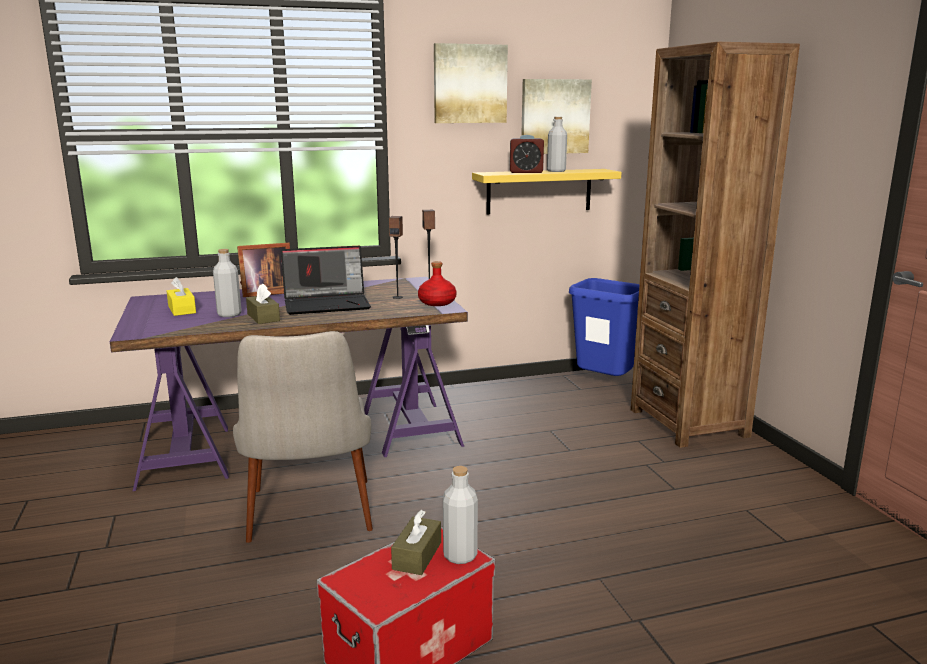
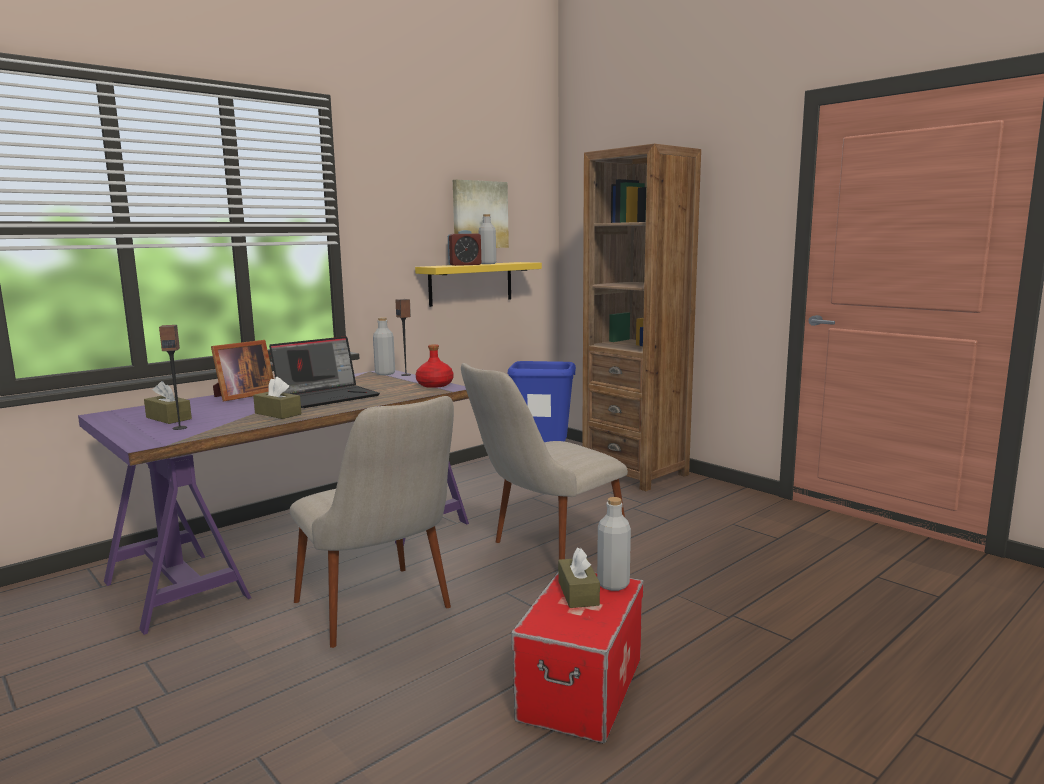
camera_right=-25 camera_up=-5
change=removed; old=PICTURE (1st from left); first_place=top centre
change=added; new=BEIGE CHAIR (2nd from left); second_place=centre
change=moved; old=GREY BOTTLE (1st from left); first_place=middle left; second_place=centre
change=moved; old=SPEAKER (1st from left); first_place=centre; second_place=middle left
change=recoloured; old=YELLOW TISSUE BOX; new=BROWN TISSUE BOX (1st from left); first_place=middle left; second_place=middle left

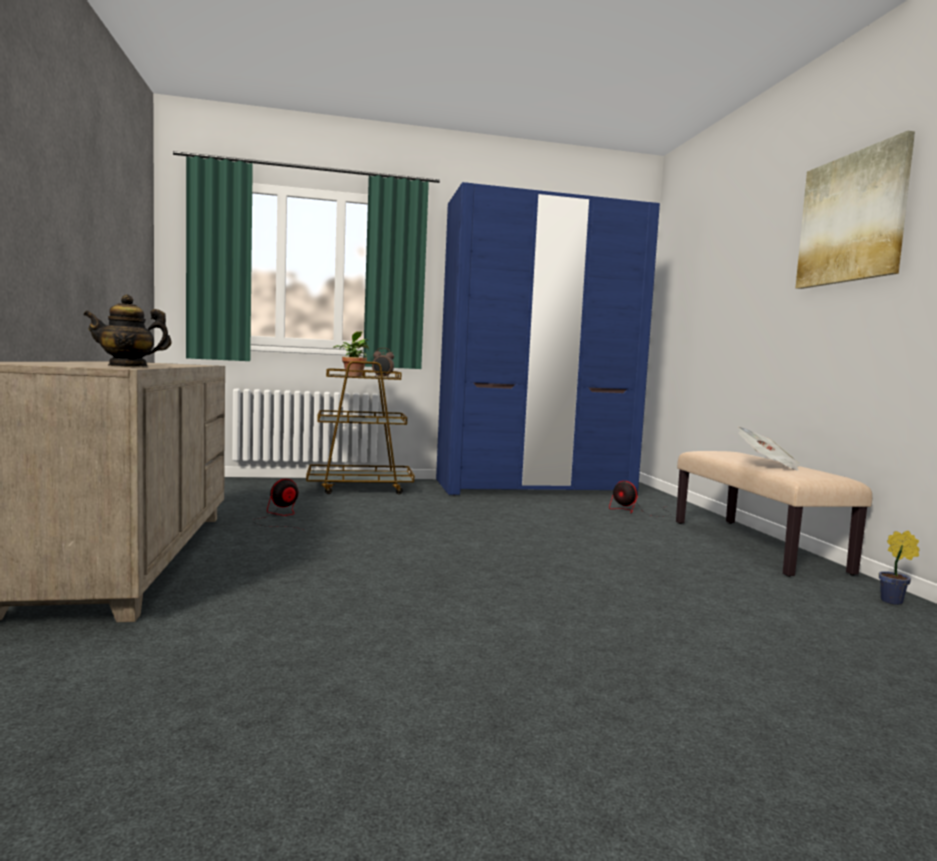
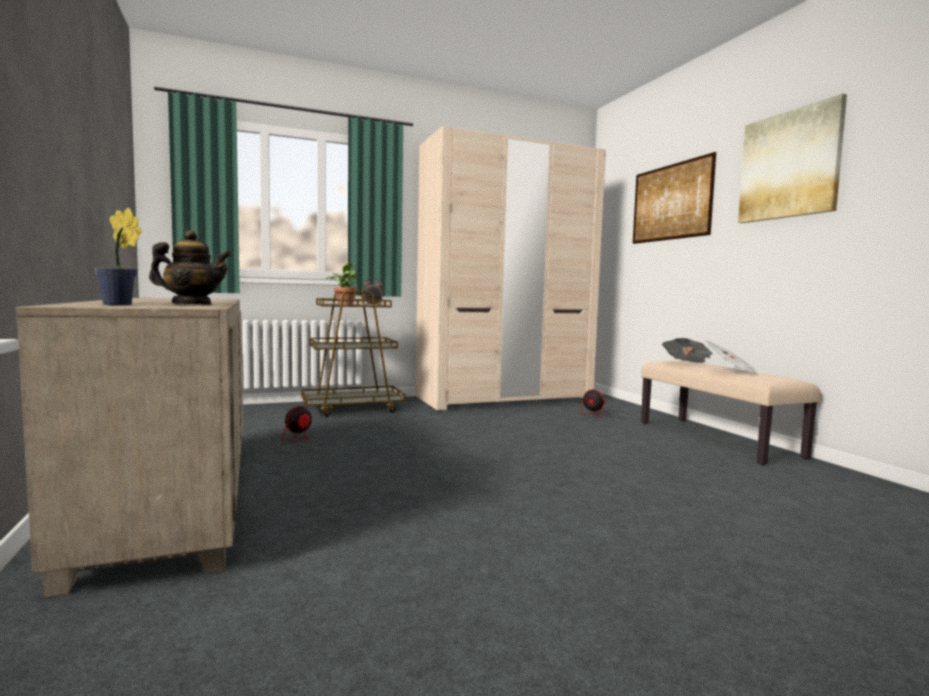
camera_right=-10 camera_up=0
change=added; new=PICTURE (1st from left); second_place=top right
change=added; new=NEWSPAPER (1st from left); second_place=middle right
change=moved; old=POTTED PLANT (2nd from left in the first image); new=POTTED PLANT (1st from left); first_place=middle right; second_place=middle left
change=recoloured; old=BLUE WARDROBE; new=BEIGE WARDROBE; first_place=centre; second_place=centre
change=turned; old=TEAPOT; first_place=middle left; second_place=middle left; degrees=-150

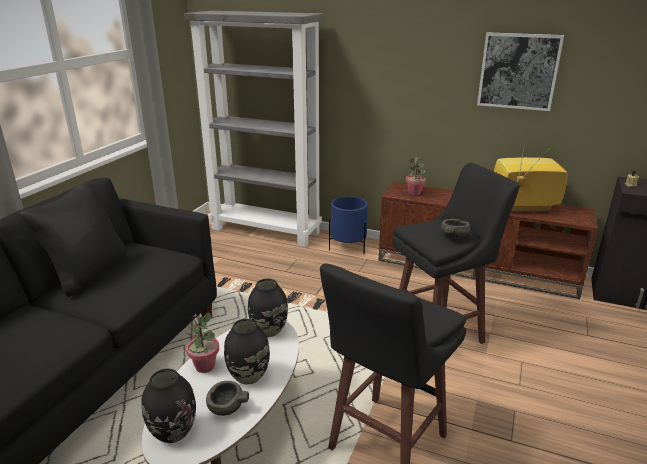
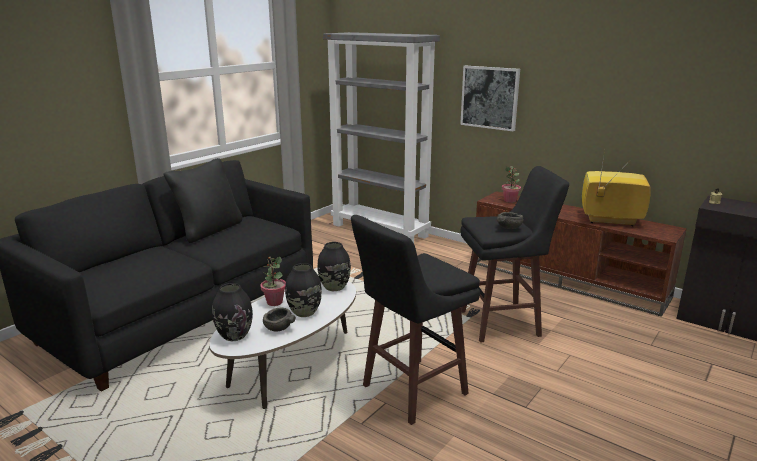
camera_right=15 camera_up=-5
change=removed; old=BLUE PLANTER; first_place=centre
change=moved; old=PICTURE; first_place=top right; second_place=top centre

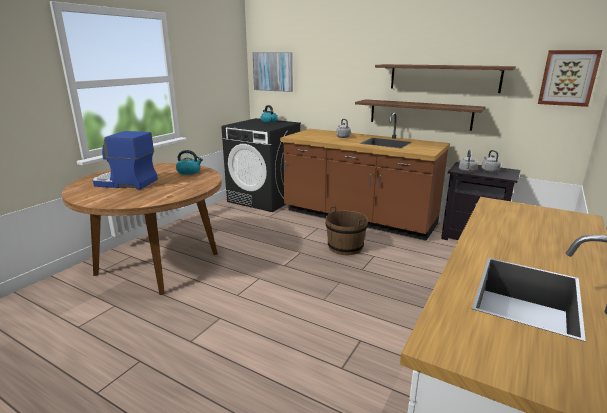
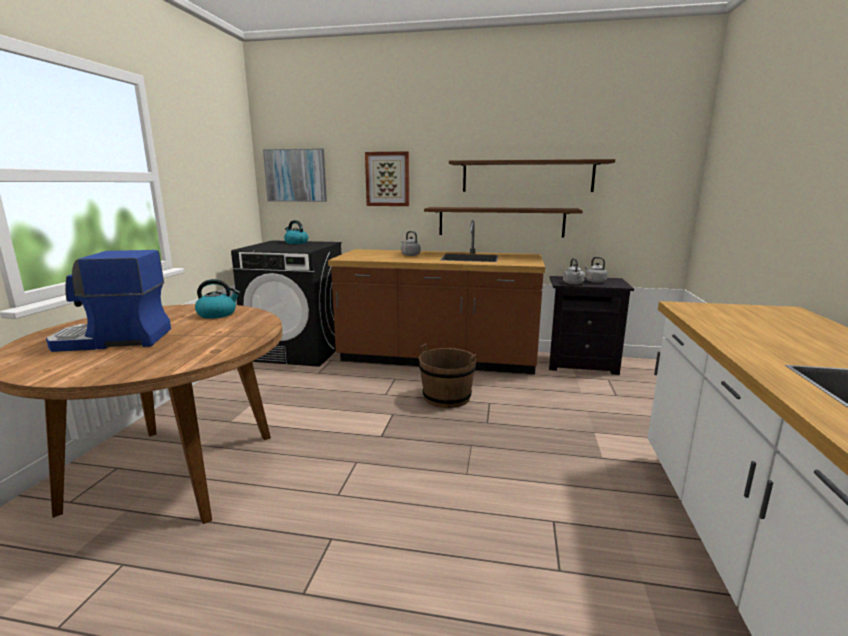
camera_right=-20 camera_up=-5
change=moved; old=PICTURE (2nd from left); first_place=top right; second_place=top centre

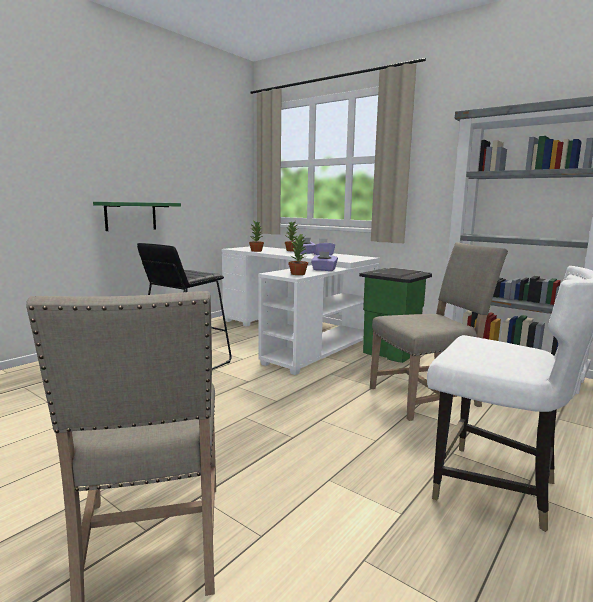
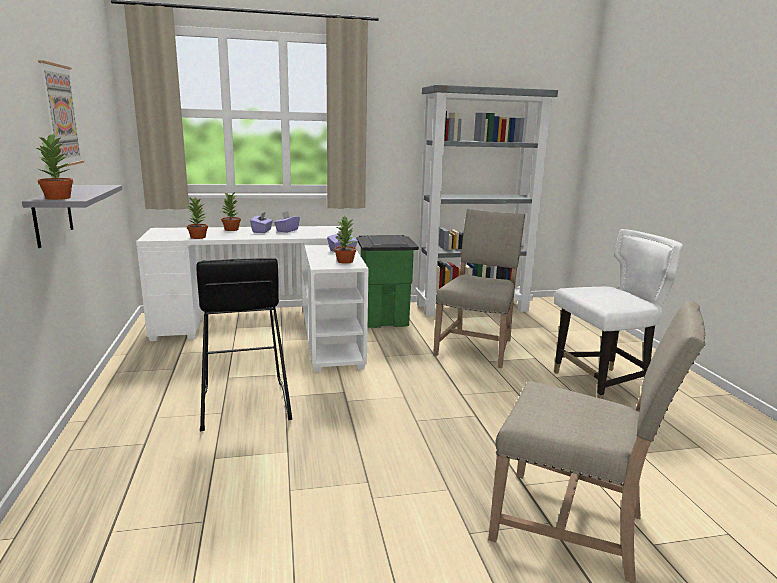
camera_right=-50 camera_up=5
change=added; new=POTTED PLANT (1st from left); second_place=top left
change=added; new=PICTURE; second_place=top left
change=recoloured; old=GREEN SHELF; new=GREY SHELF; first_place=middle left; second_place=middle left

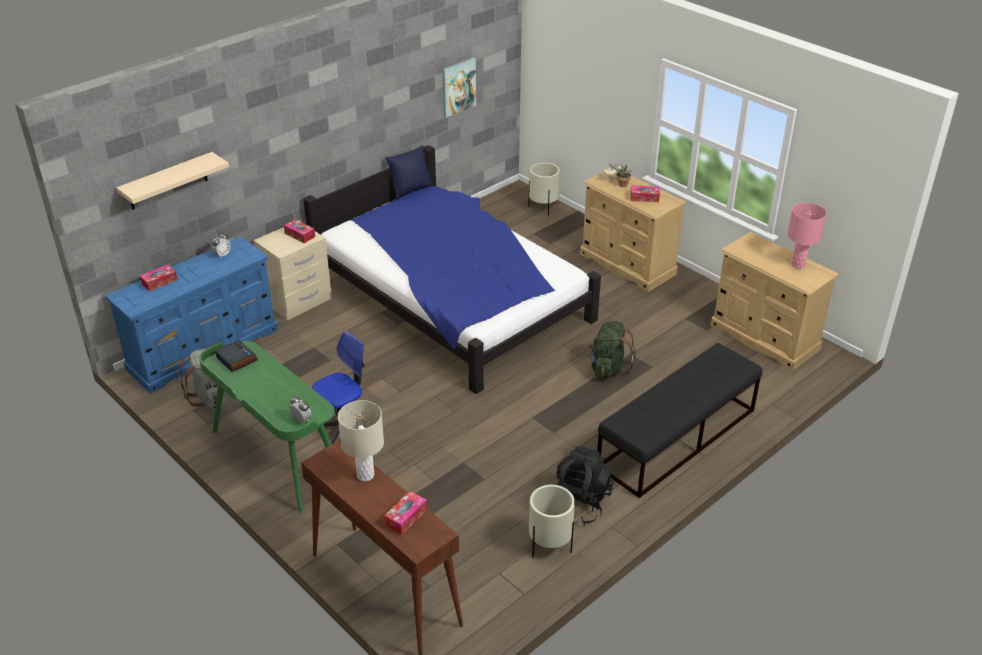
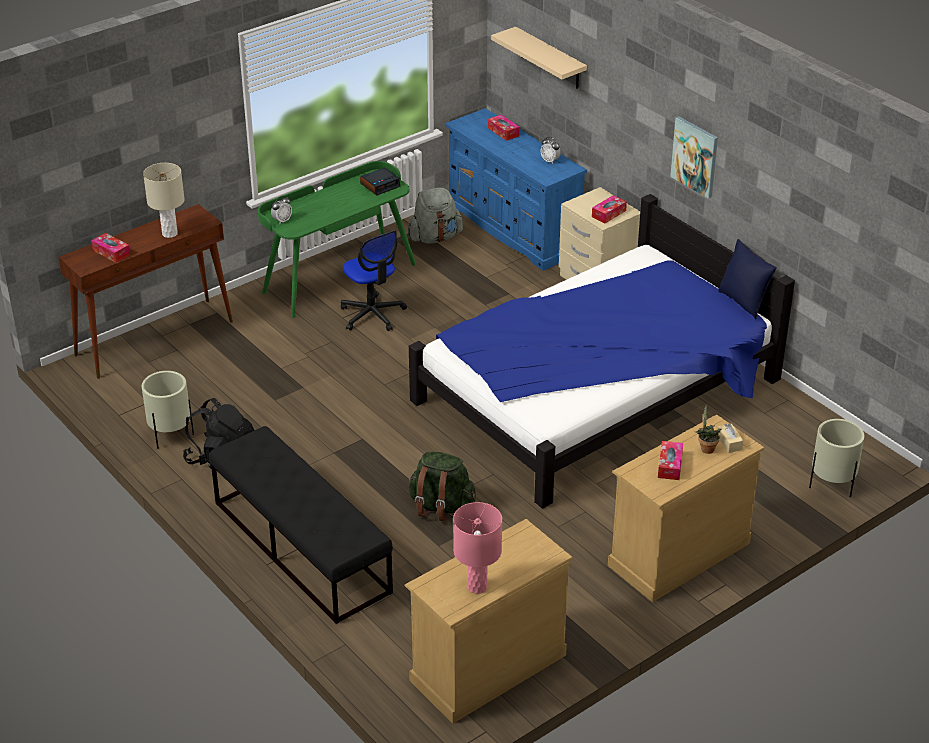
camera_right=95 camera_up=0
change=moved; old=PICTURE; first_place=top centre; second_place=top right

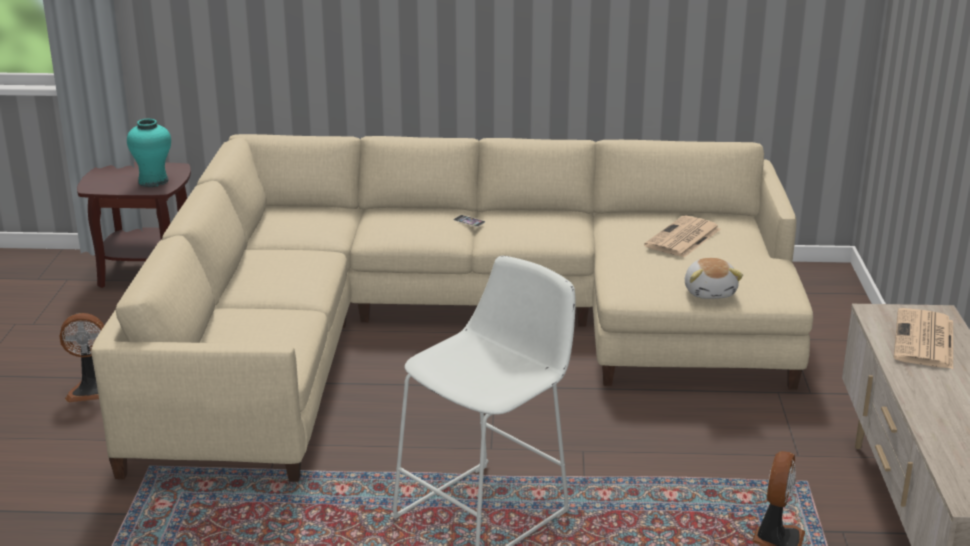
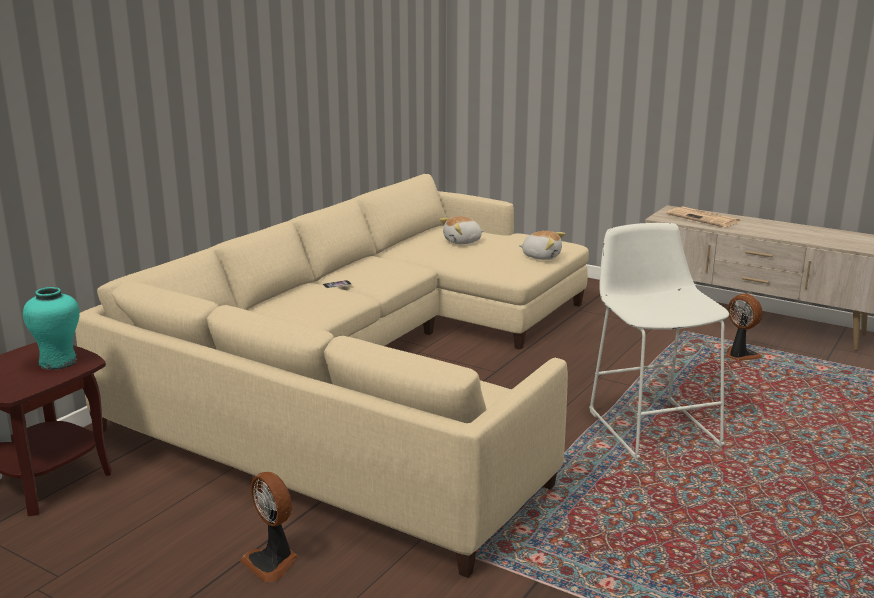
camera_right=-60 camera_up=-5
change=replaced; old=NEWSPAPER (1st from left); new=PLUSH TOY (1st from left); first_place=middle right; second_place=centre
change=turned; old=FAN (1st from left); first_place=middle left; second_place=bottom left; degrees=120

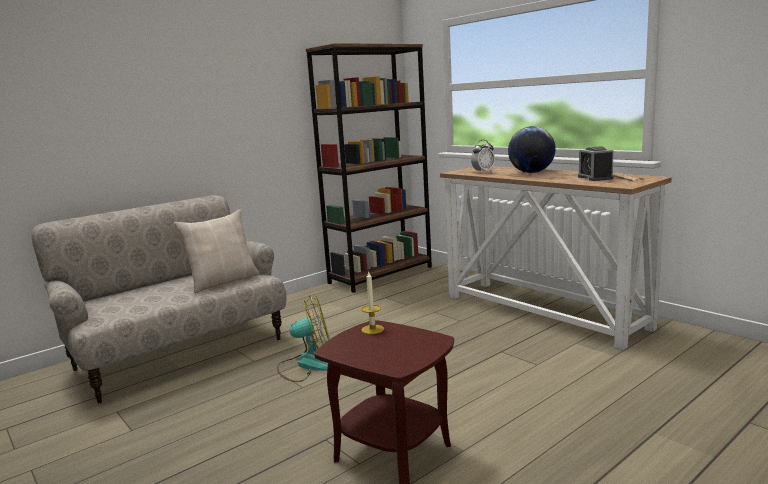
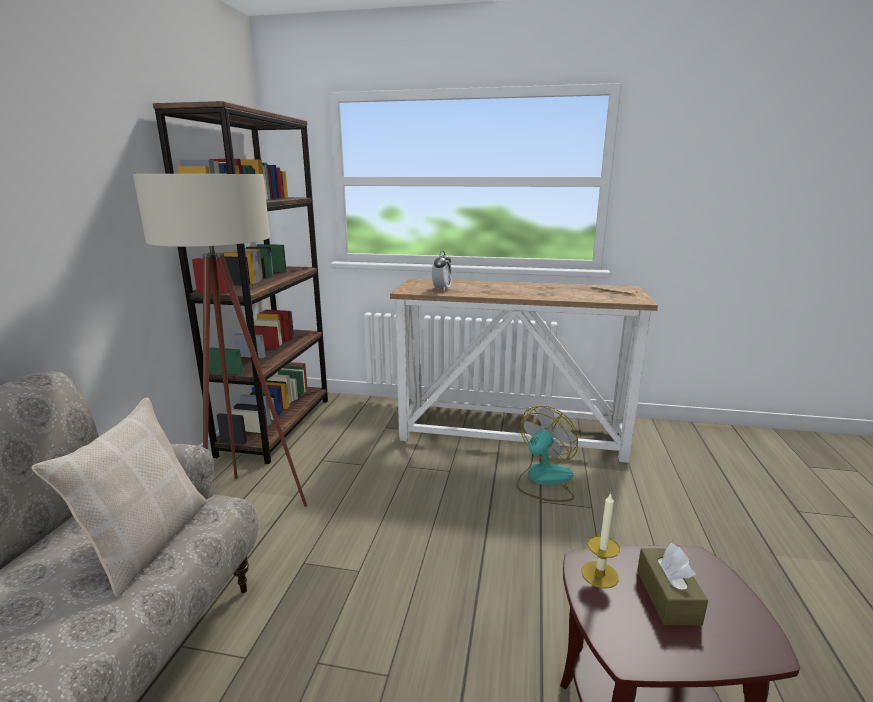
camera_right=-40 camera_up=5
change=removed; old=GLOBE; first_place=top right
change=removed; old=ALARM CLOCK (2nd from left); first_place=middle right
change=added; new=BEIGE FLOOR LAMP; second_place=middle left
change=added; new=BROWN TISSUE BOX; second_place=bottom right
change=moved; old=FAN; first_place=bottom centre; second_place=centre

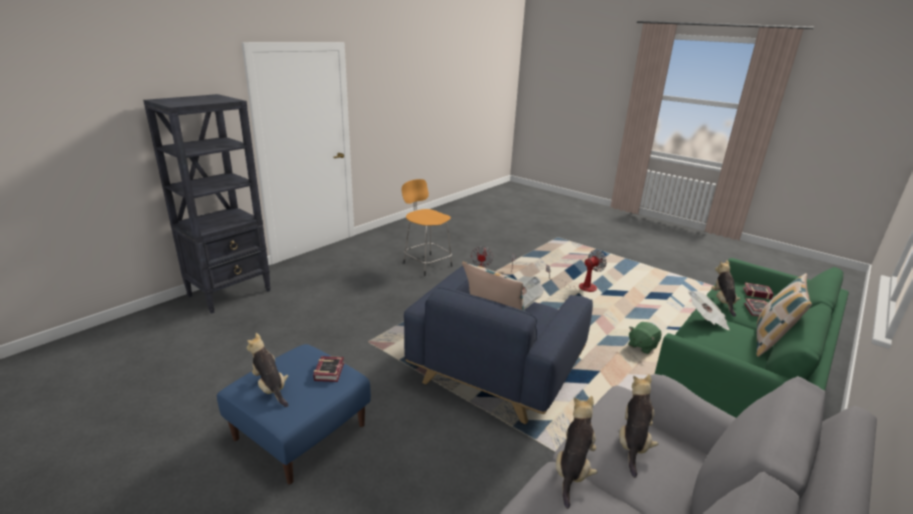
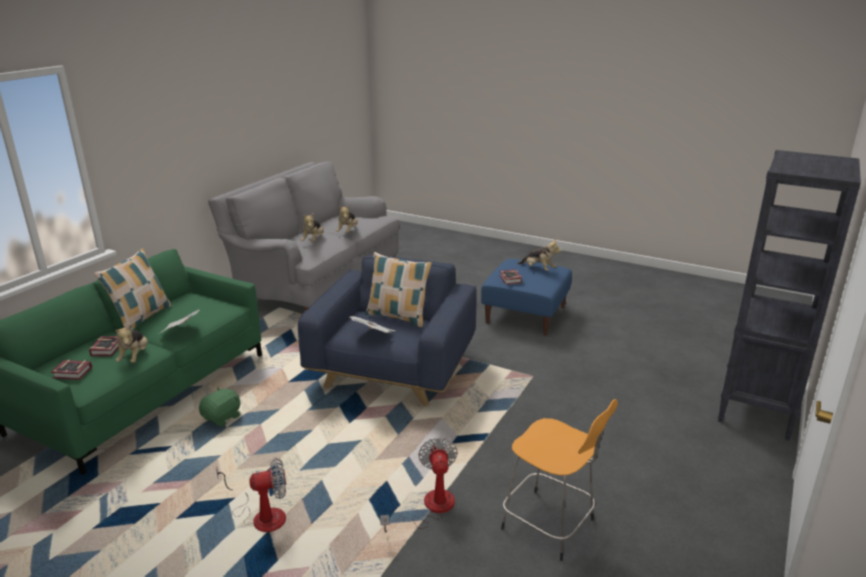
camera_right=170 camera_up=0
change=turned; old=FAN (2nd from left in the first image); first_place=centre; second_place=bottom left; degrees=-150

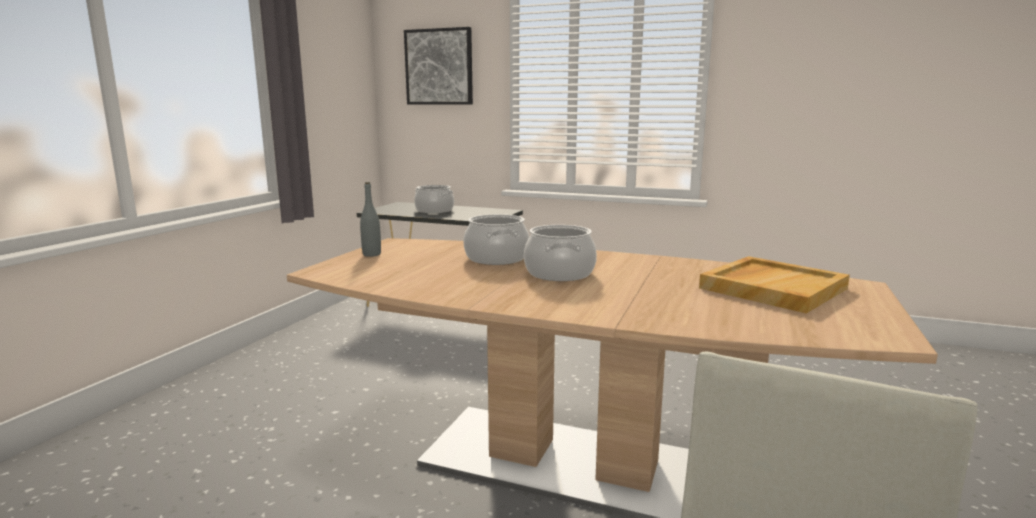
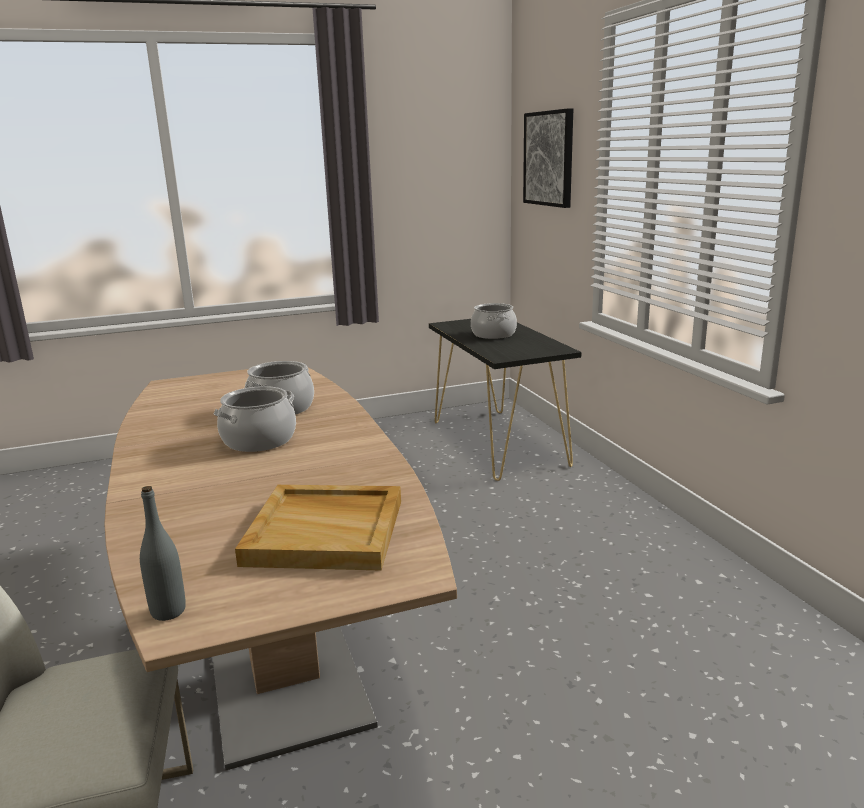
camera_right=50 camera_up=5
change=moved; old=GREY BOTTLE; first_place=centre; second_place=bottom left

